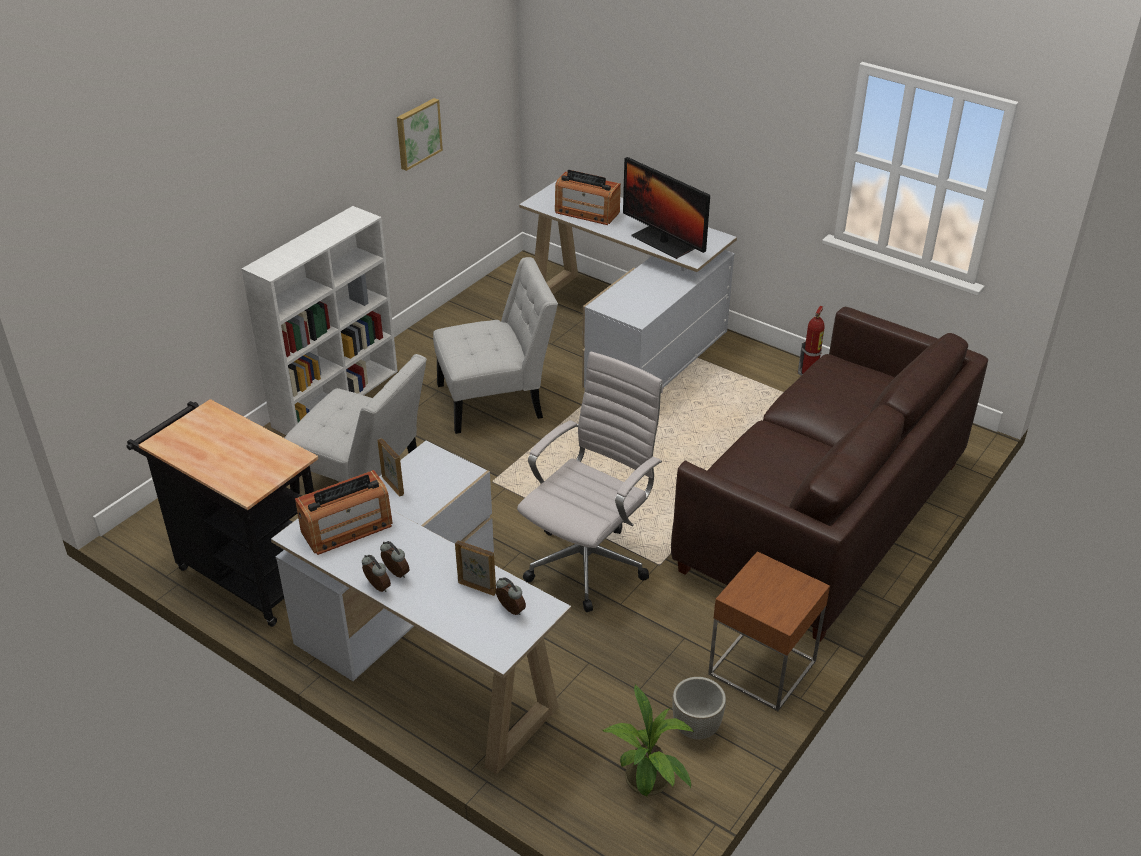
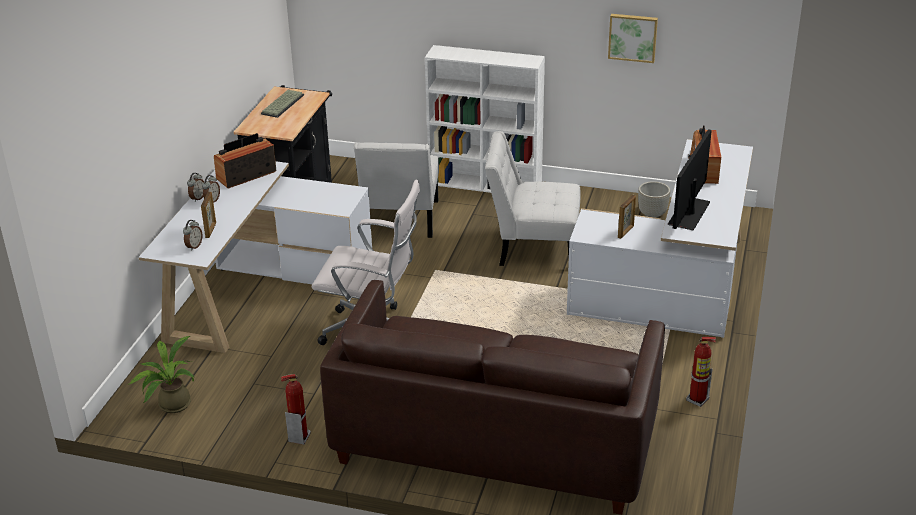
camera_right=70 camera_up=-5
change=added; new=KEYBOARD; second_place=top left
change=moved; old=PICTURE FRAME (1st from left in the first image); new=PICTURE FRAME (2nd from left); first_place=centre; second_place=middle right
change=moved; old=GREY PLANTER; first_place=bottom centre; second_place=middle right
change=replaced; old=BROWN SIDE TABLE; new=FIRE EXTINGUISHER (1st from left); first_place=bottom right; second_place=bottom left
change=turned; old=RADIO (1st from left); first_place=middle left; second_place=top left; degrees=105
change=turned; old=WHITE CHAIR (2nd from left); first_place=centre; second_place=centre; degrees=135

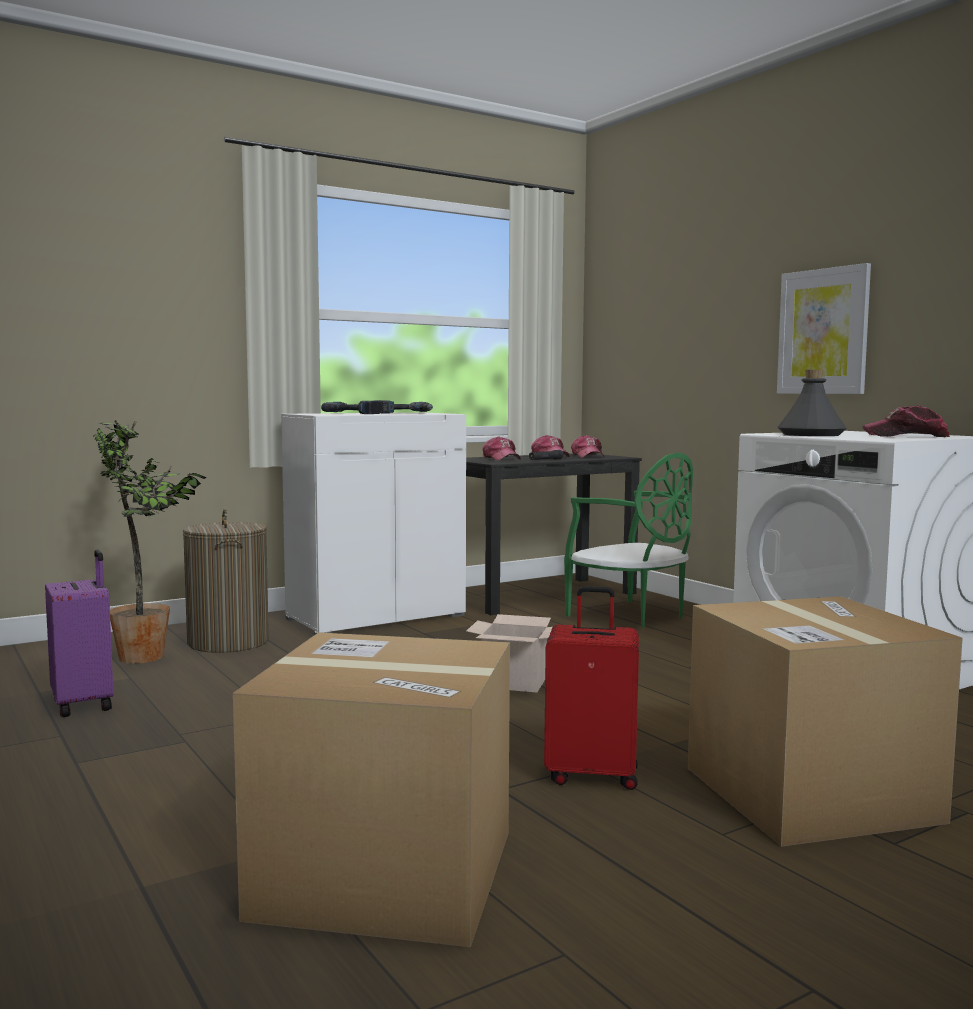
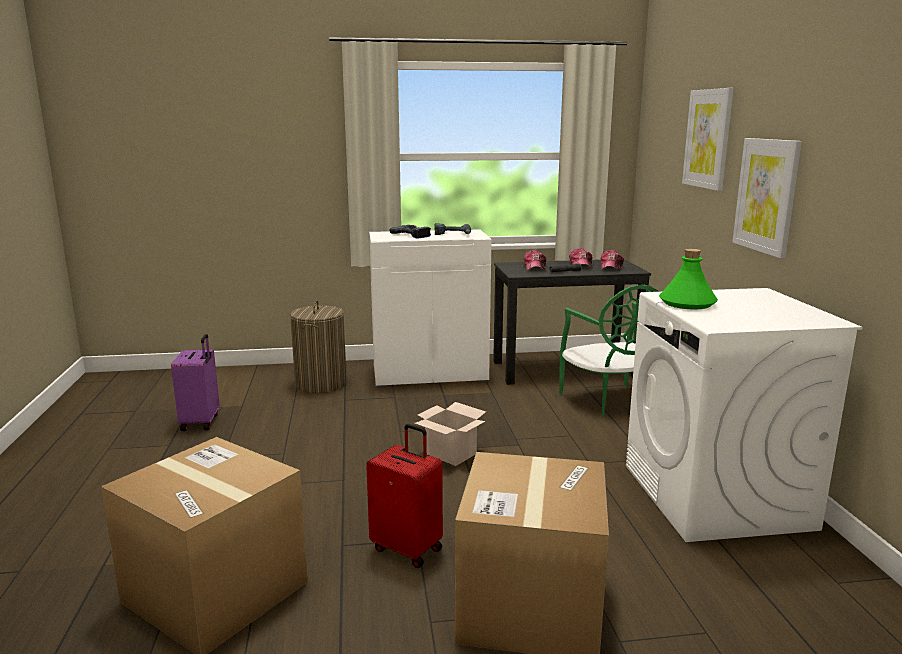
camera_right=25 camera_up=10
change=removed; old=POTTED PLANT; first_place=middle left
change=removed; old=CAP (4th from left); first_place=middle right
change=added; new=PICTURE (1st from left); second_place=top right
change=recoloured; old=GREY BOTTLE; new=GREEN BOTTLE; first_place=middle right; second_place=middle right

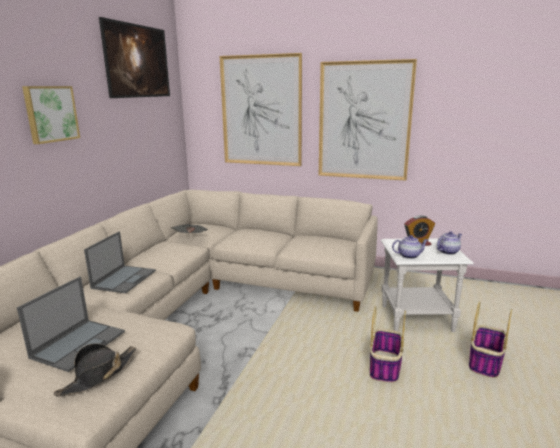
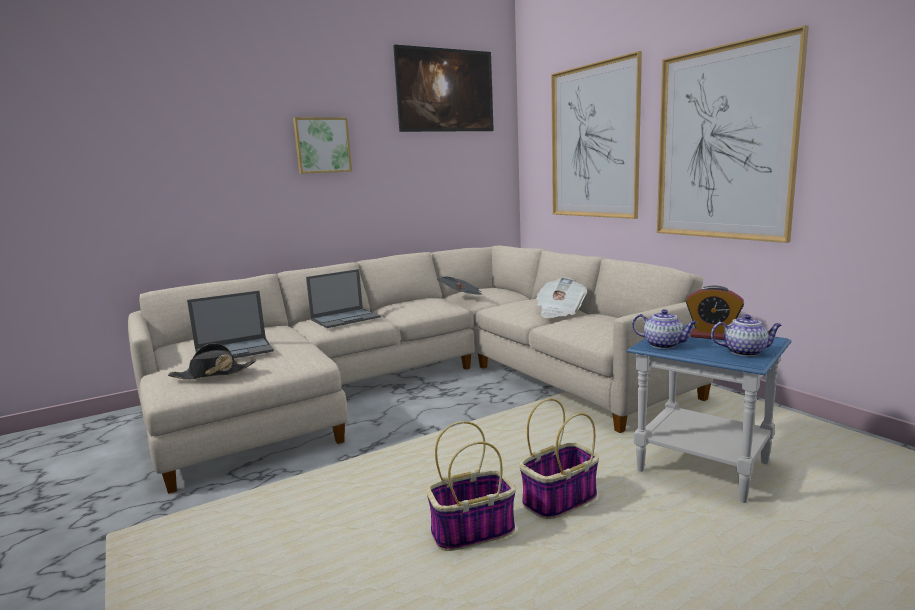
camera_right=40 camera_up=-5
change=added; new=NEWSPAPER (2nd from left); second_place=centre
change=moved; old=BASKET (2nd from left in the first image); new=BASKET (1st from left); first_place=bottom right; second_place=bottom centre
change=recoloured; old=WHITE SIDE TABLE; new=BLUE SIDE TABLE; first_place=middle right; second_place=bottom right

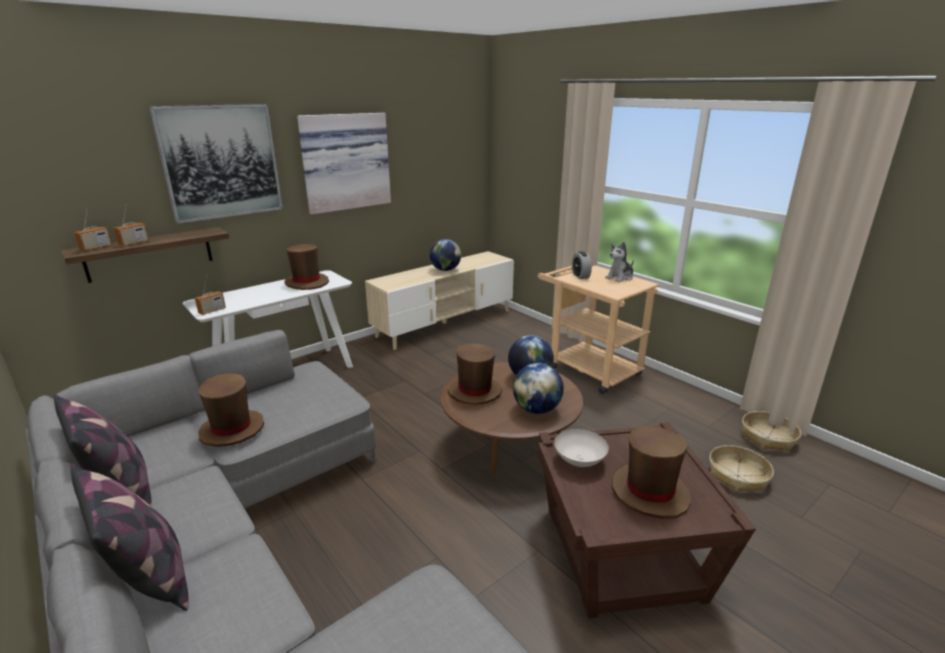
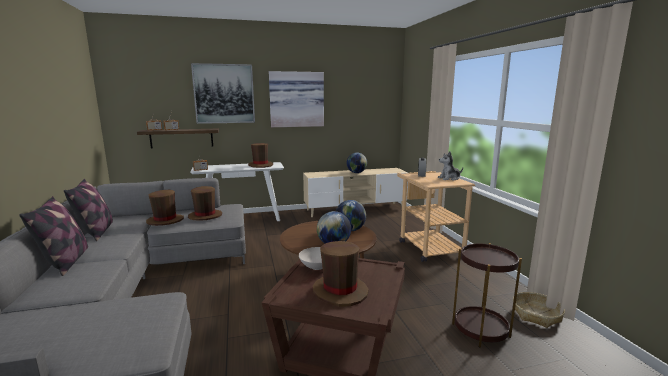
camera_right=25 camera_up=-10
change=moved; old=BROWN HAT (3rd from left in the first image); new=BROWN HAT (2nd from left); first_place=centre; second_place=middle left
change=replaced; old=BASKET (1st from left); new=BROWN SIDE TABLE (2nd from left); first_place=bottom right; second_place=bottom right

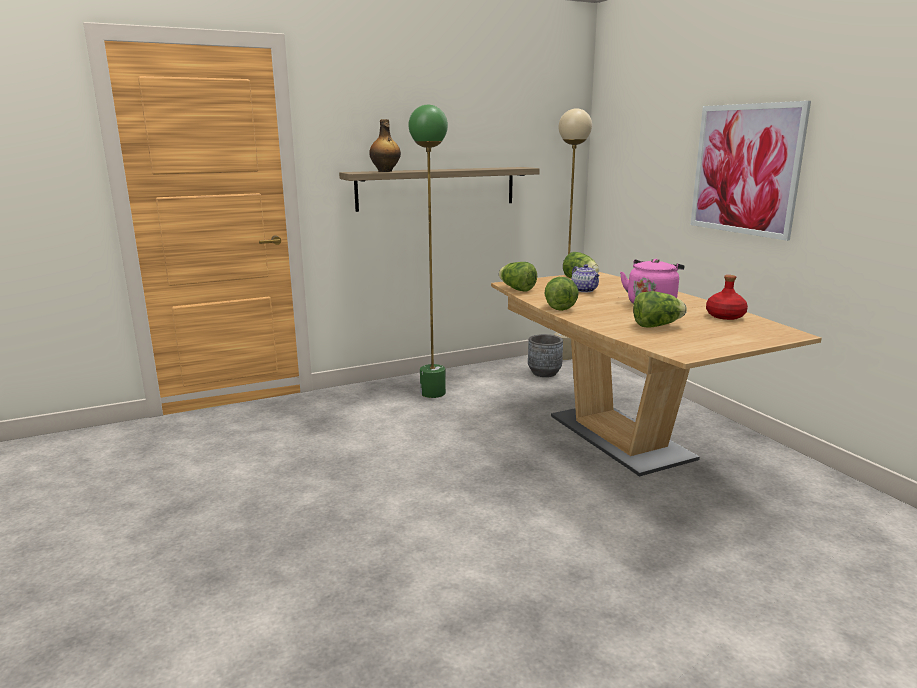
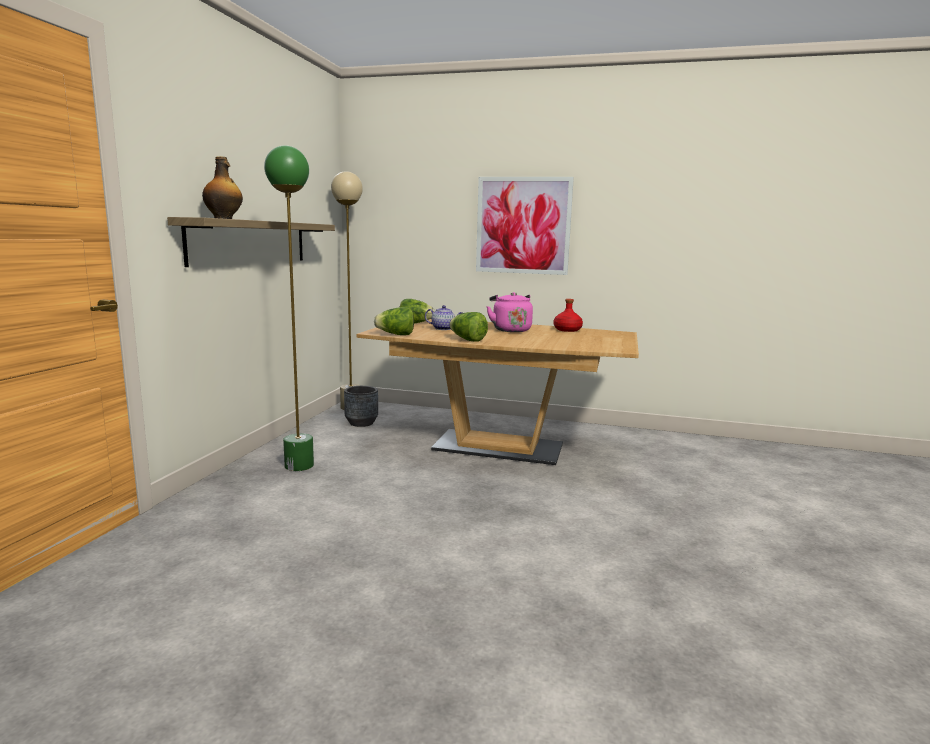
camera_right=-50 camera_up=-5
change=removed; old=LETTUCE (4th from left); first_place=middle right

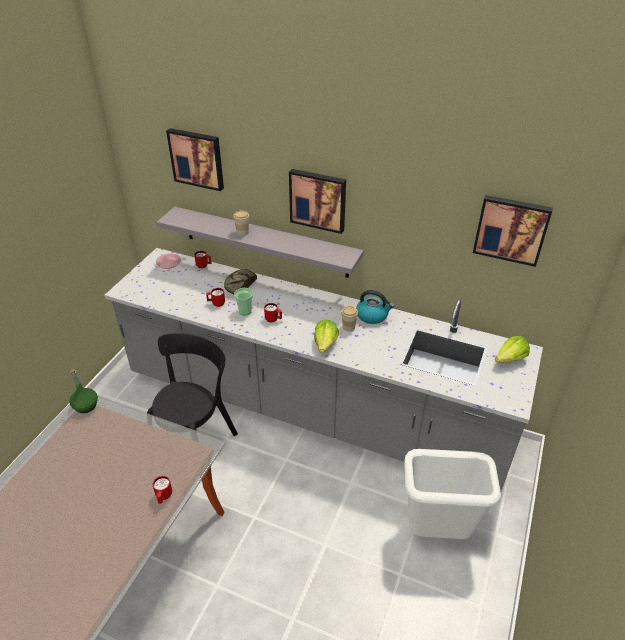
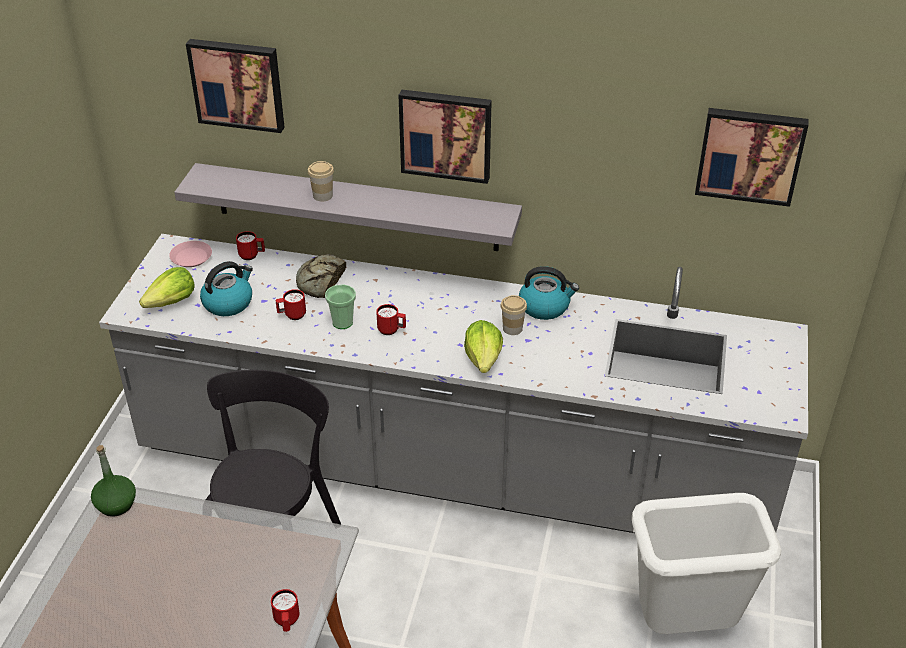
camera_right=-10 camera_up=0
change=added; new=KETTLE (1st from left); second_place=middle left
change=moved; old=LETTUCE (2nd from left in the first image); new=LETTUCE (1st from left); first_place=middle right; second_place=middle left

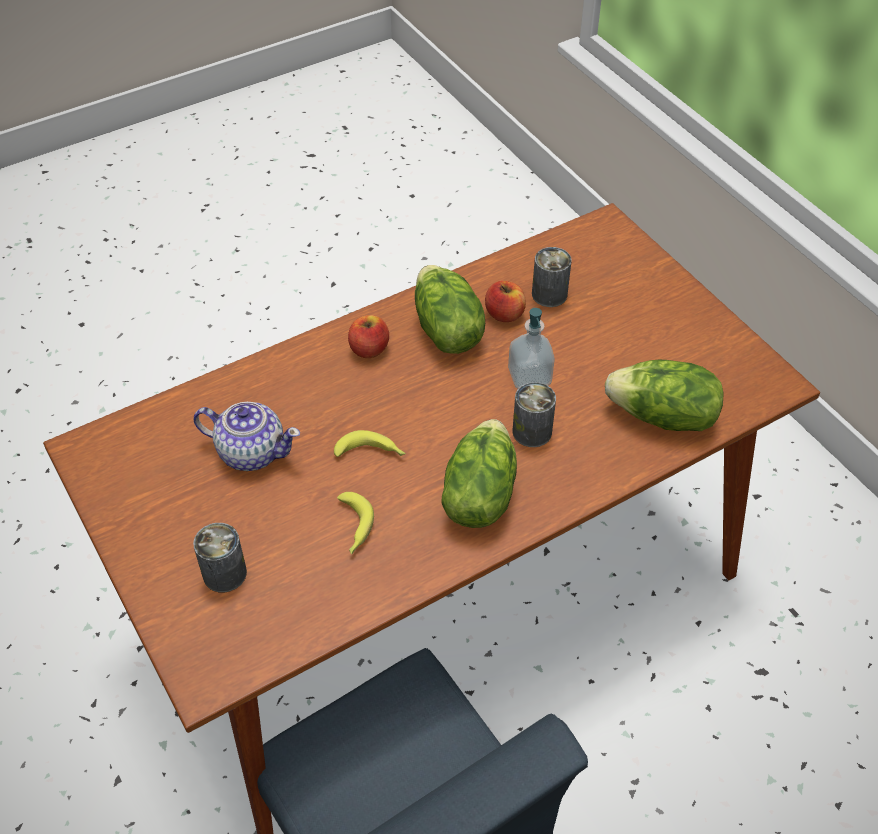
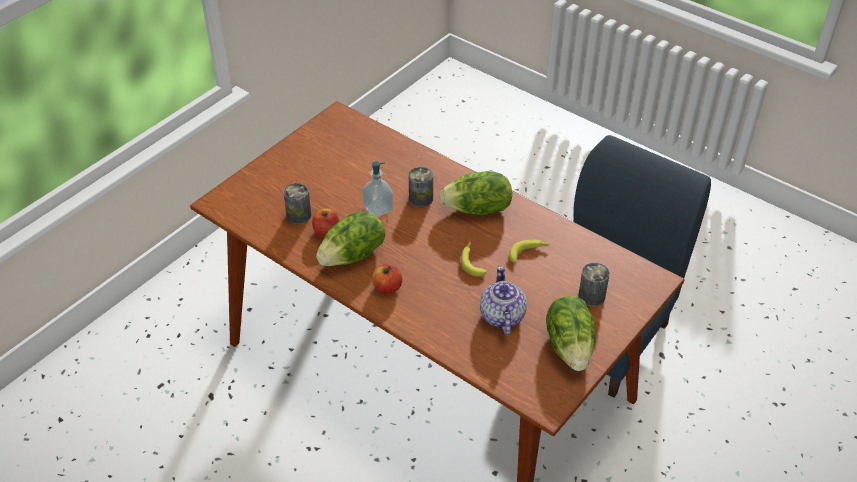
camera_right=-110 camera_up=-5
change=moved; old=LETTUCE (3rd from left); first_place=middle right; second_place=bottom centre

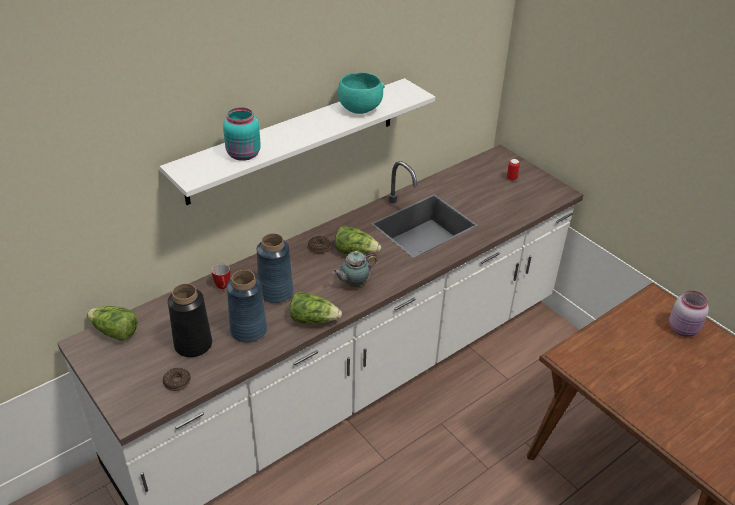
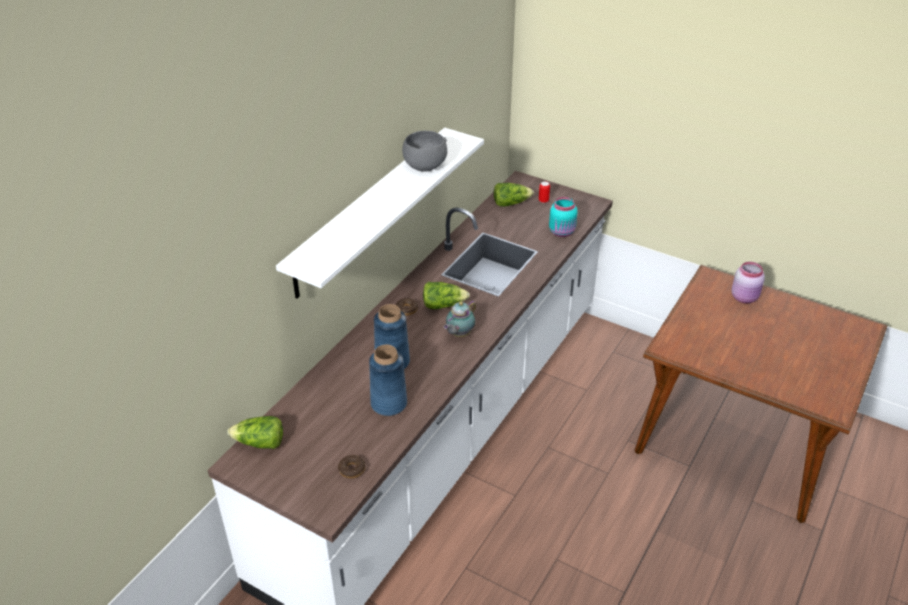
camera_right=-20 camera_up=0
change=removed; old=BLACK VASE; first_place=middle left
change=removed; old=MUG; first_place=middle left
change=moved; old=TURQUOISE JAR; first_place=top left; second_place=centre
change=moved; old=LETTUCE (2nd from left in the first image); new=LETTUCE (3rd from left); first_place=centre; second_place=top centre
change=recoloured; old=TURQUOISE BOWL; new=GREY BOWL; first_place=top centre; second_place=top centre

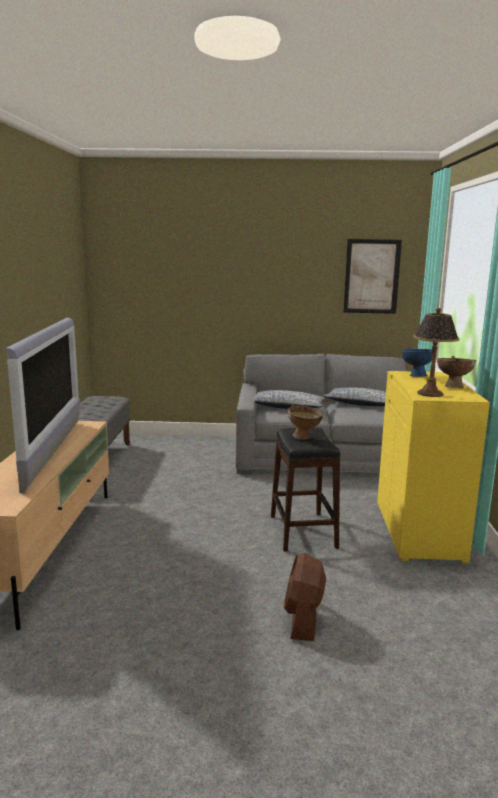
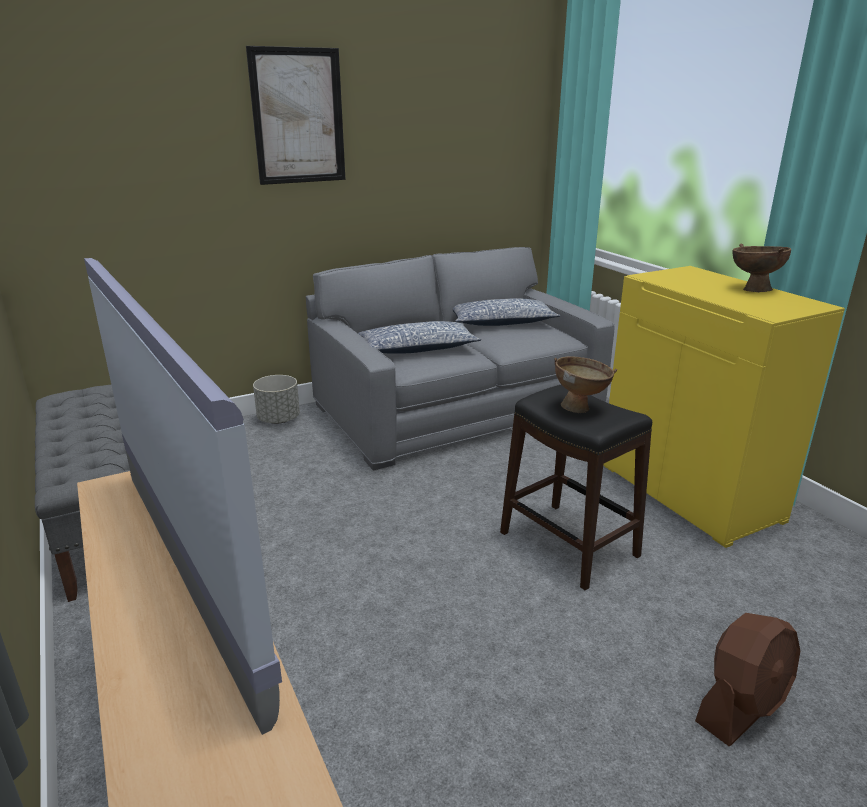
camera_right=-30 camera_up=10
change=removed; old=BLUE BOWL; first_place=middle right
change=removed; old=TABLE LAMP; first_place=middle right
change=added; new=GREY PLANTER; second_place=middle left
change=moved; old=PICTURE; first_place=middle right; second_place=top centre
change=turned; old=BROWN FAN; first_place=bottom centre; second_place=bottom right; degrees=-105

